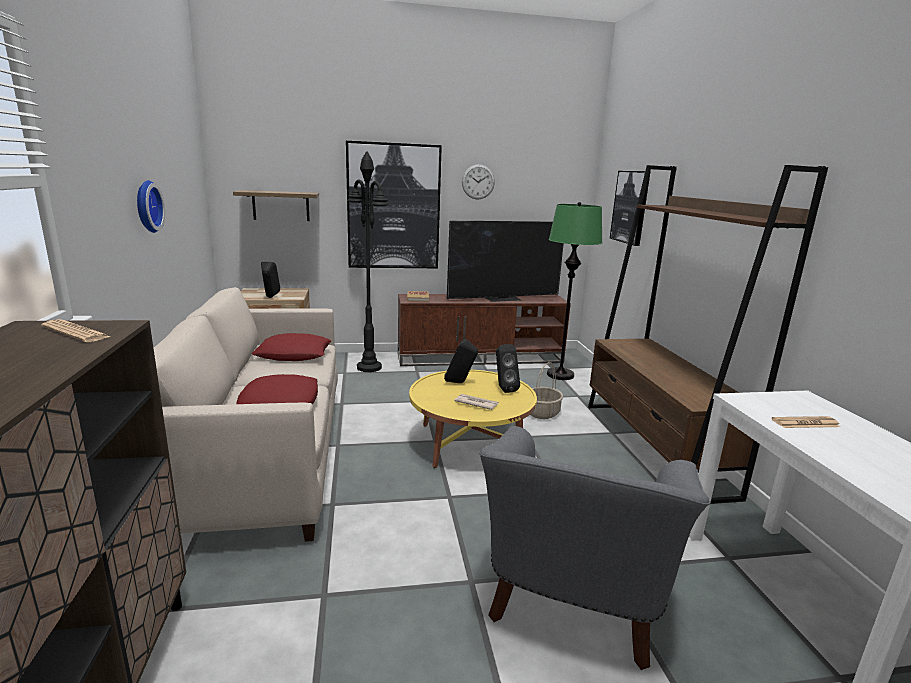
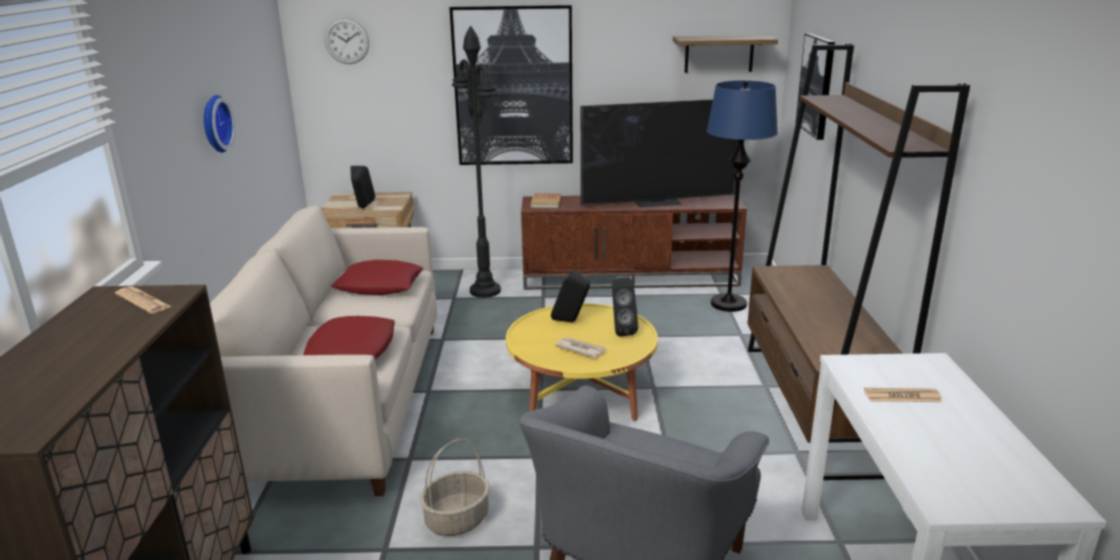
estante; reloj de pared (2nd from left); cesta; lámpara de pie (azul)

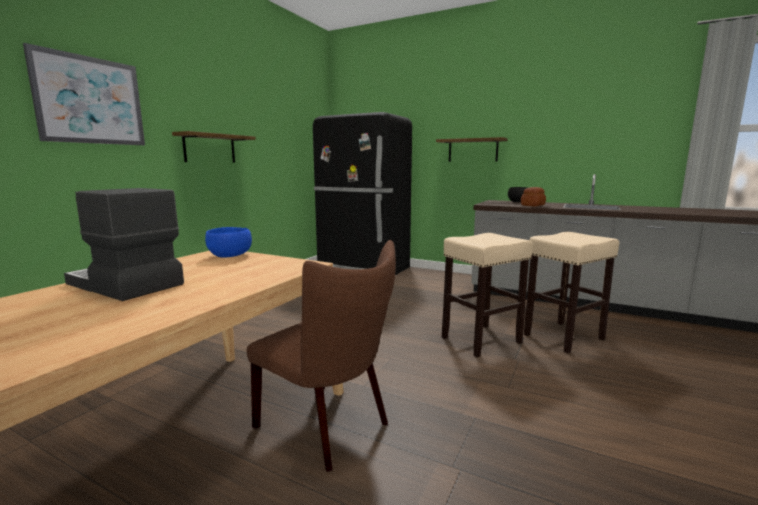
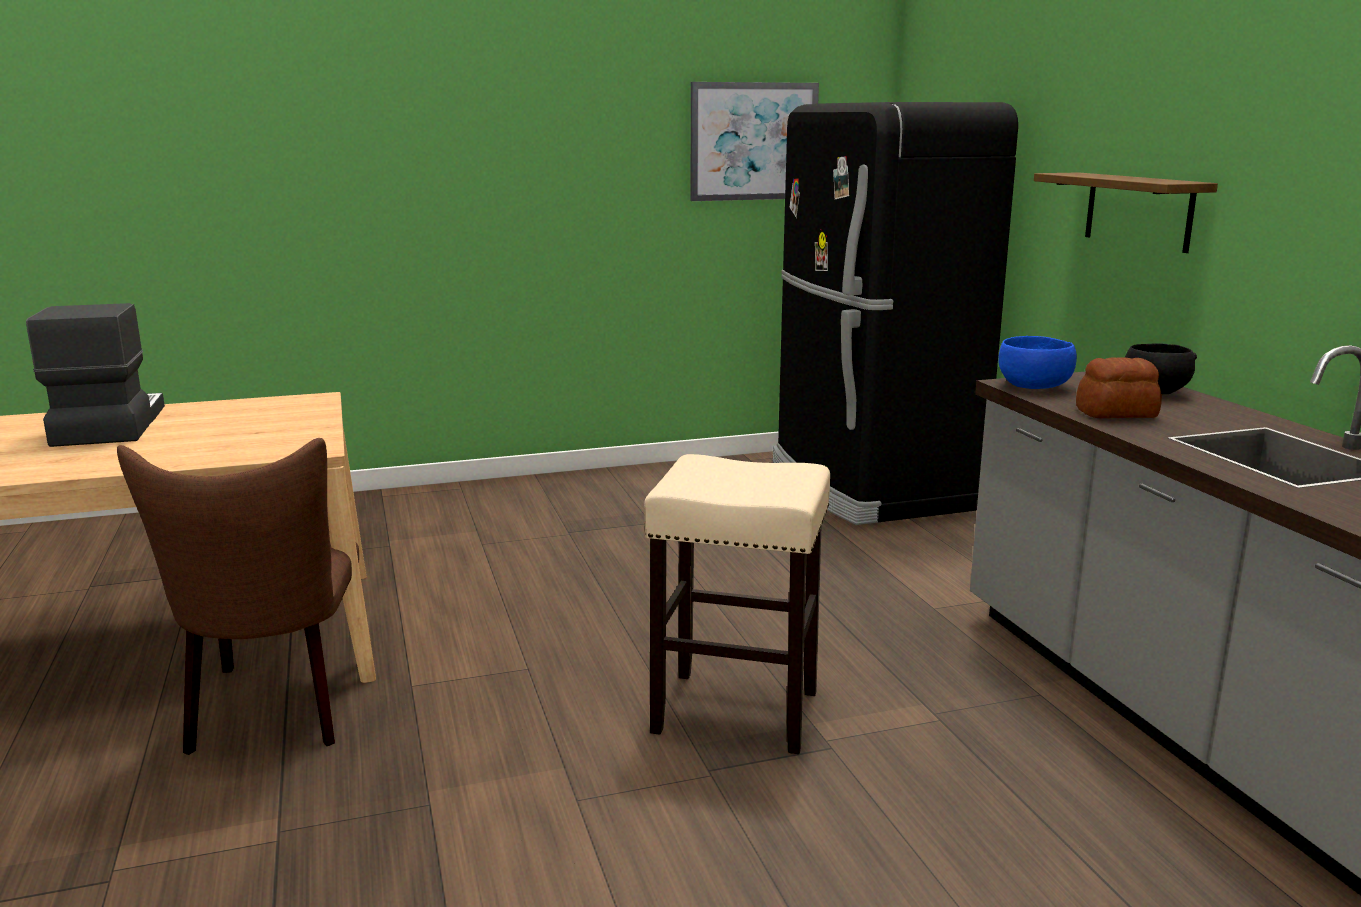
cuadro; estante (1st from left in the first image); cuenco (azul); taburete (beis) (2nd from left in the first image)

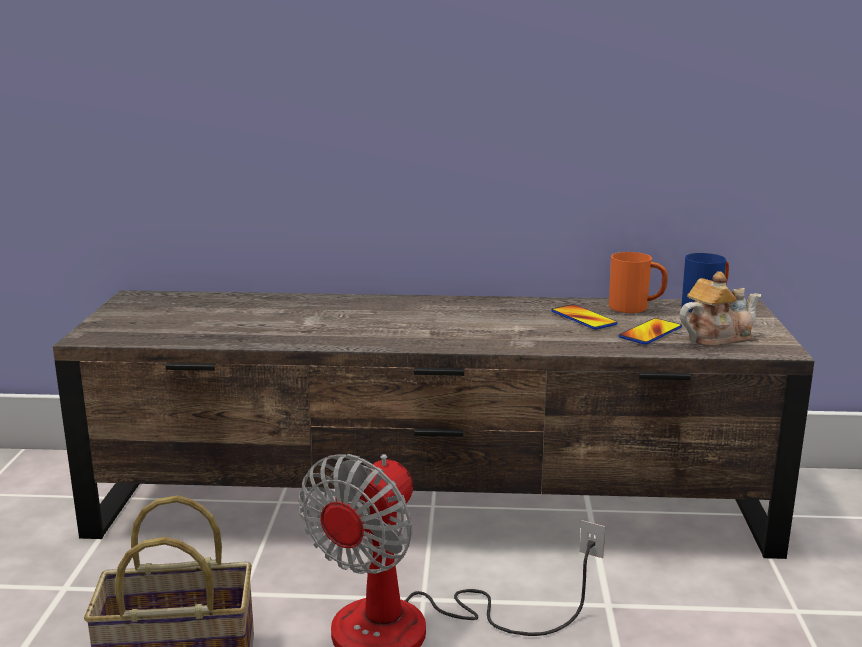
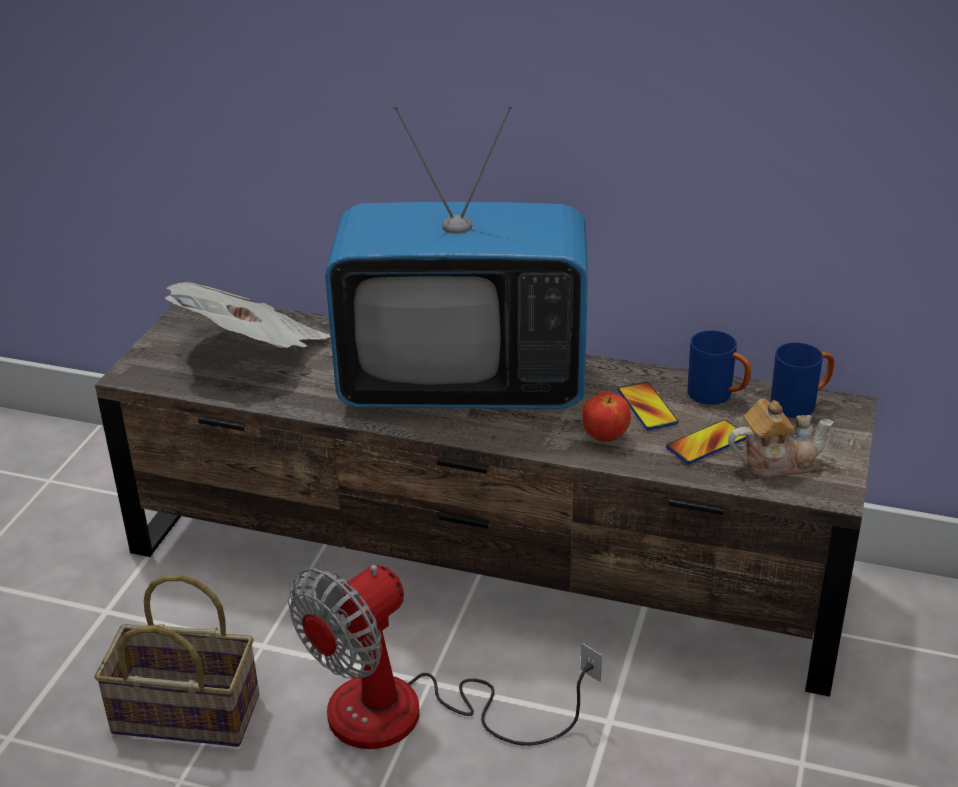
taza grande (azul) (1st from left); periódico; televisor; manzana

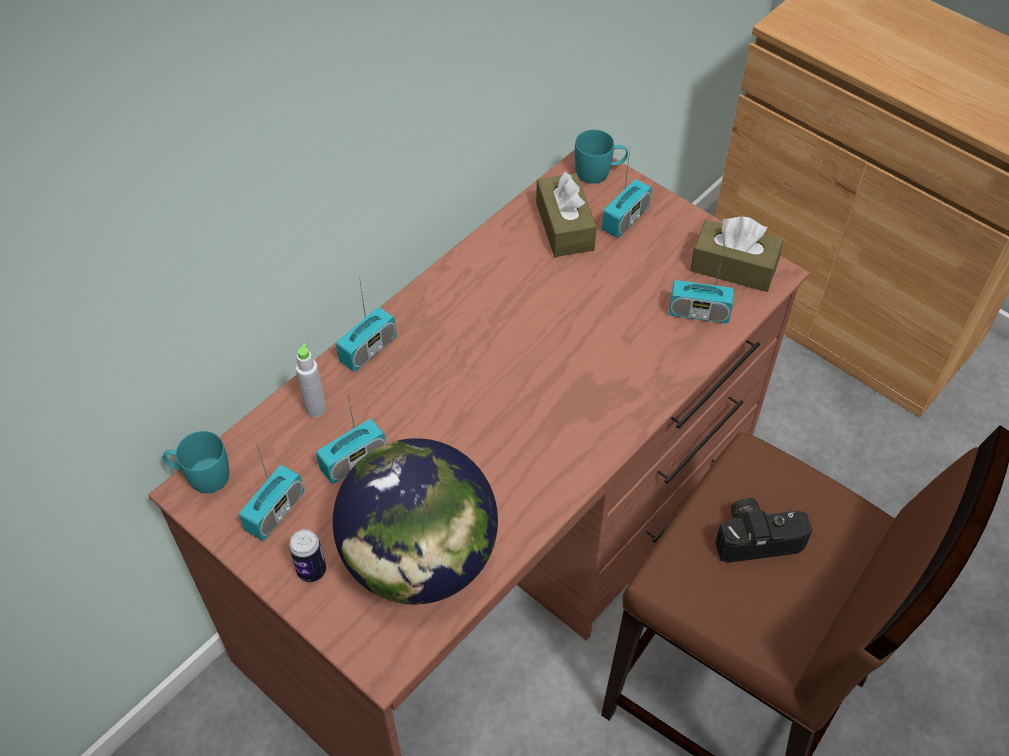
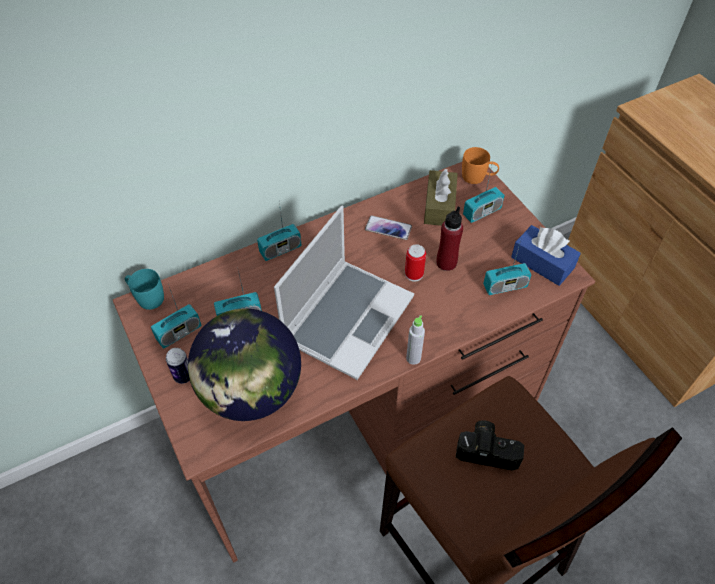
botella (gris); taza grande (naranja); radio (5th from left); caja de pañuelos (azul); portátil; móvil; lata (2nd from left); botella (rojo)

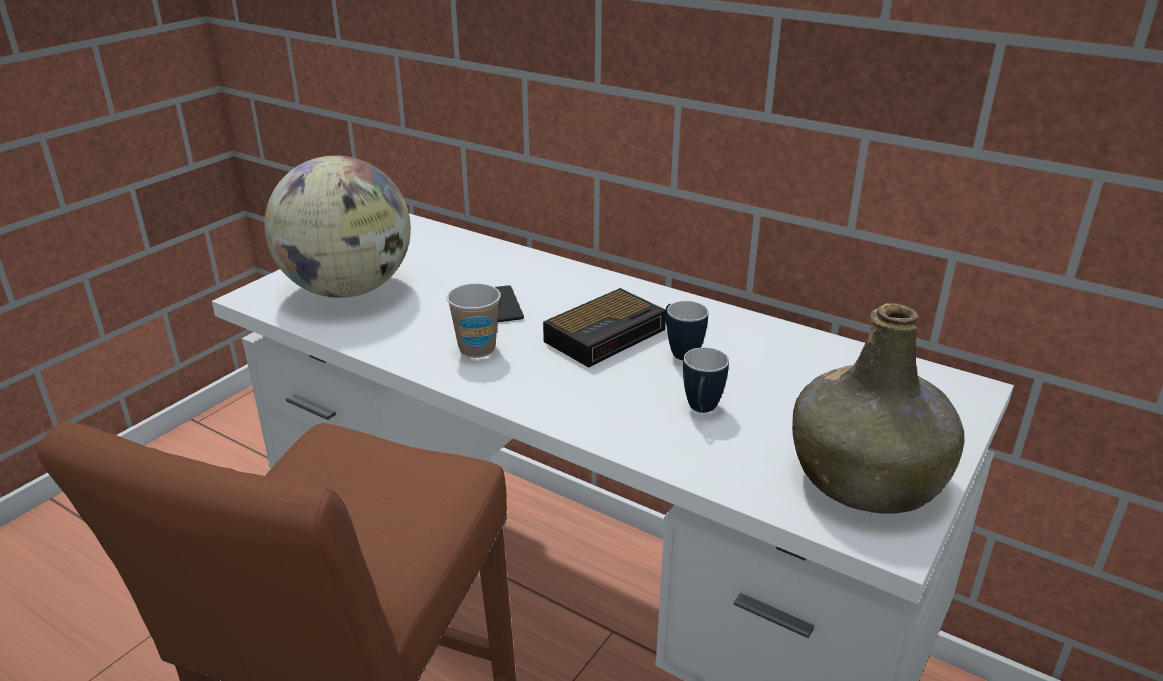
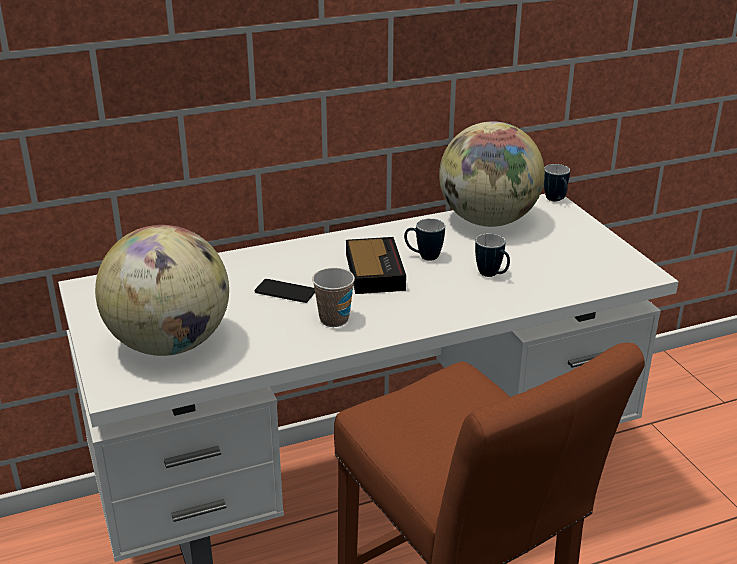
botella (verde); globo terráqueo (2nd from left); taza grande (3rd from left)

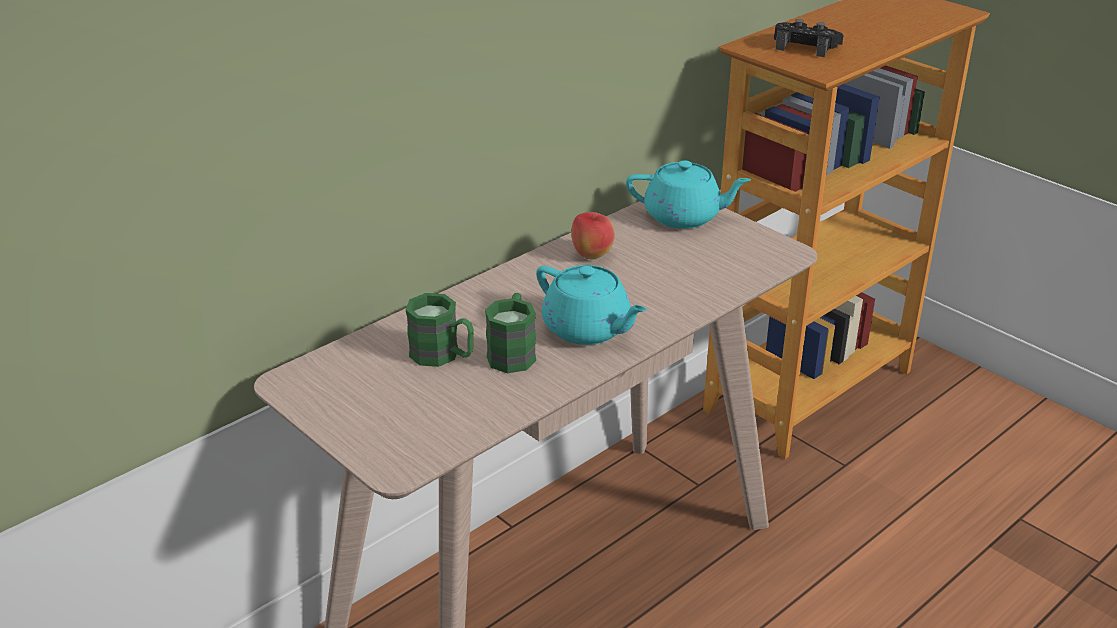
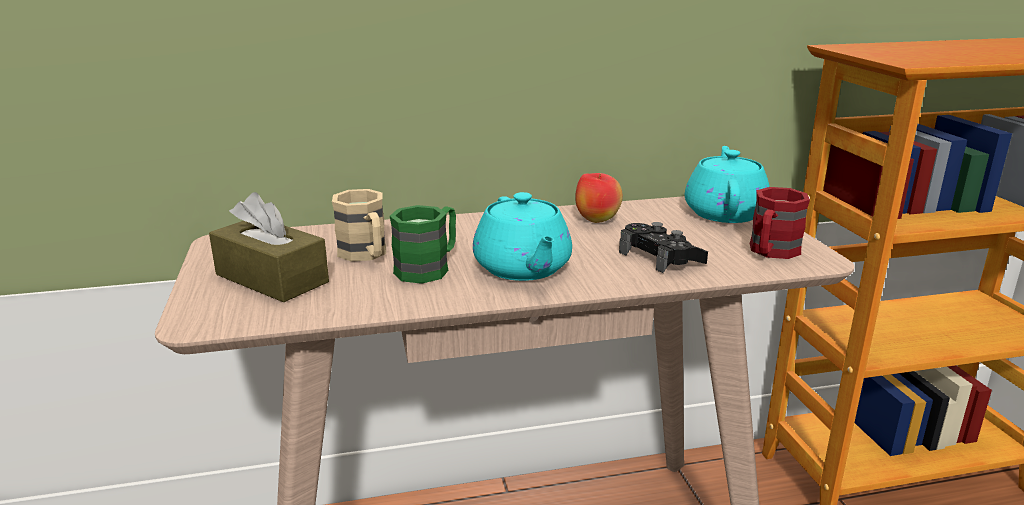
taza grande (beis); tetera (turquesa) (2nd from left); mando de consola (negro); caja de pañuelos (marrón); taza grande (rojo)

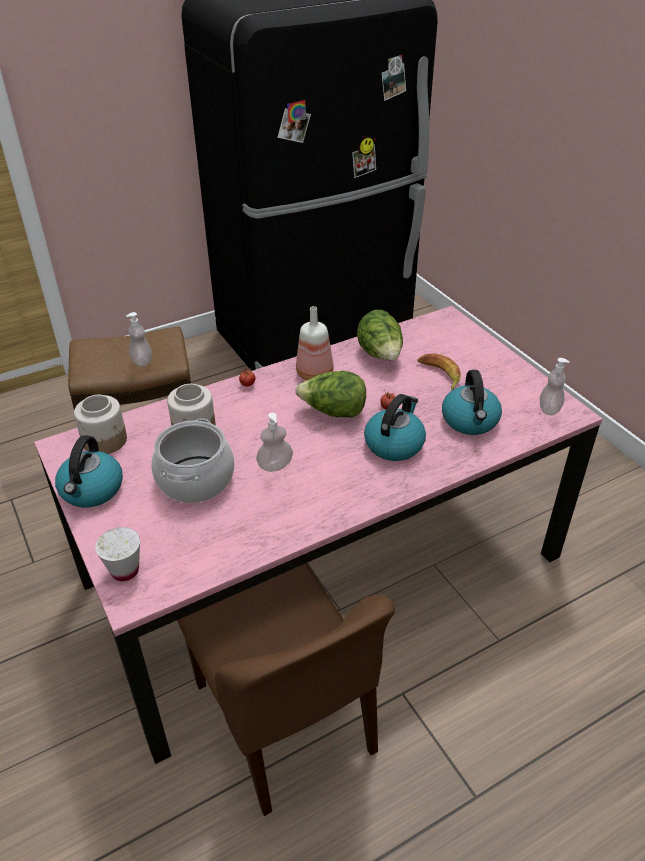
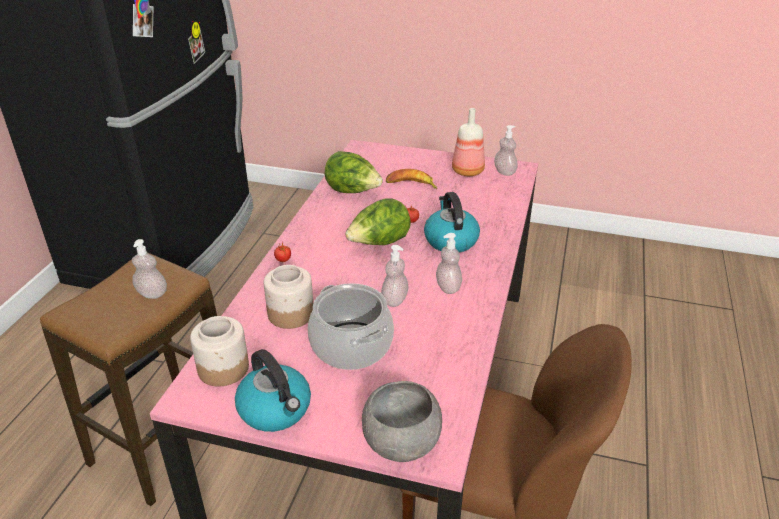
cuenco (gris); botella; hervidor (3rd from left in the first image); dispensador de jabón (3rd from left)

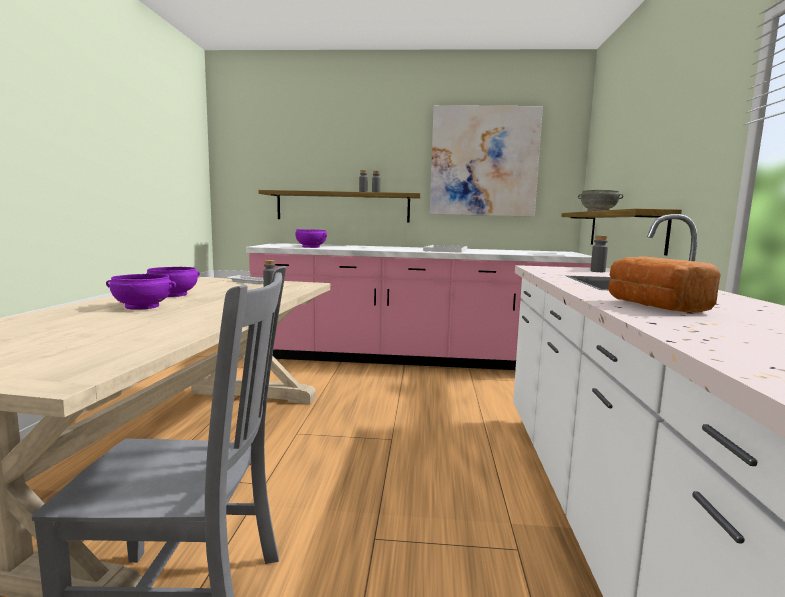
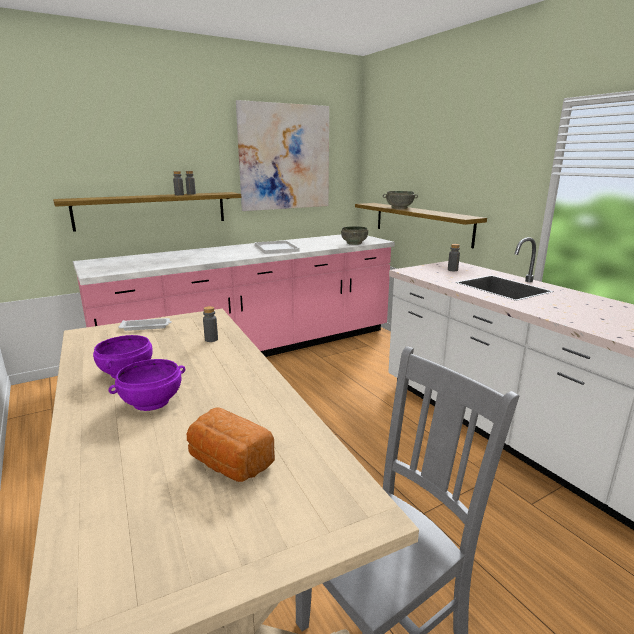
cuenco (morado) (3rd from left in the first image); pan; cuenco (gris) (1st from left)

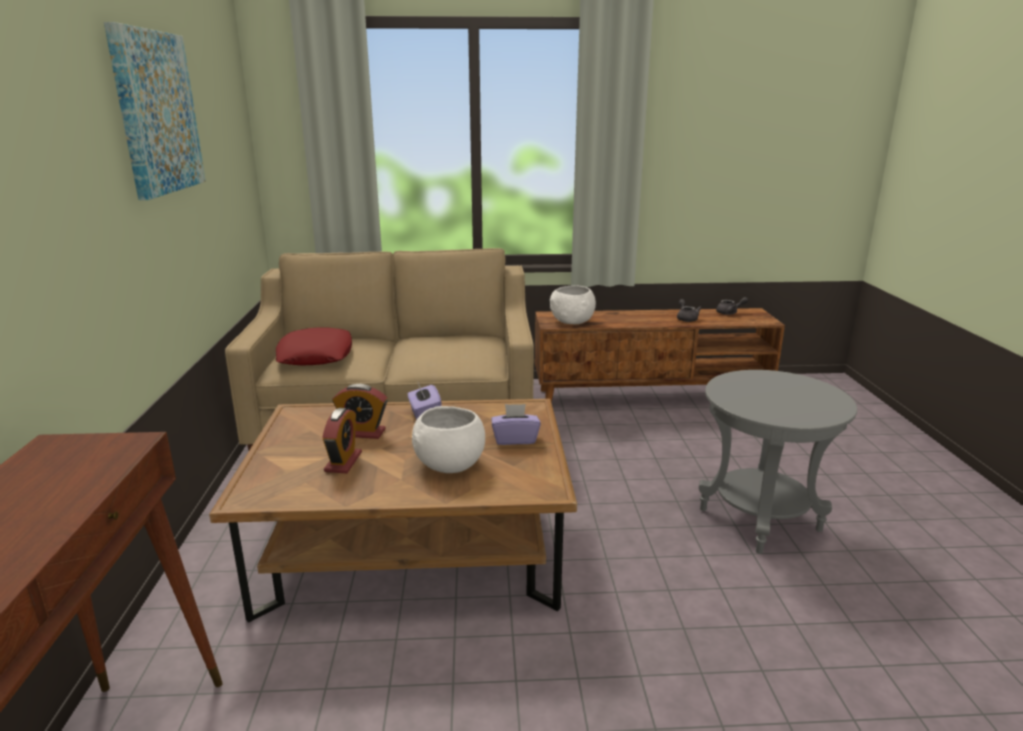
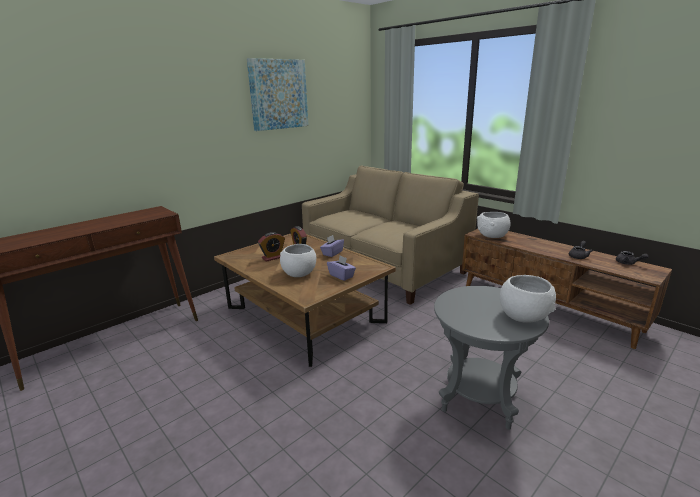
cojín (rojo); cuenco (blanco) (3rd from left)

